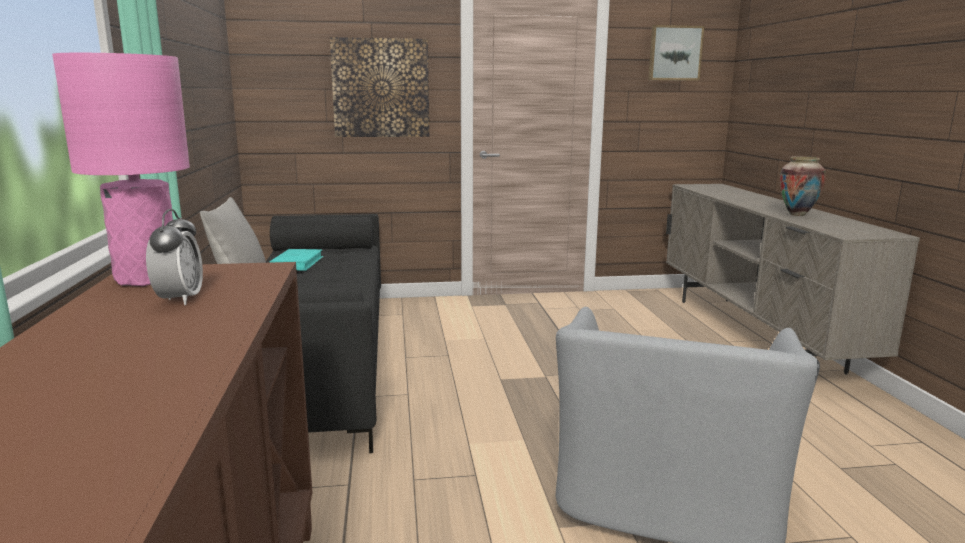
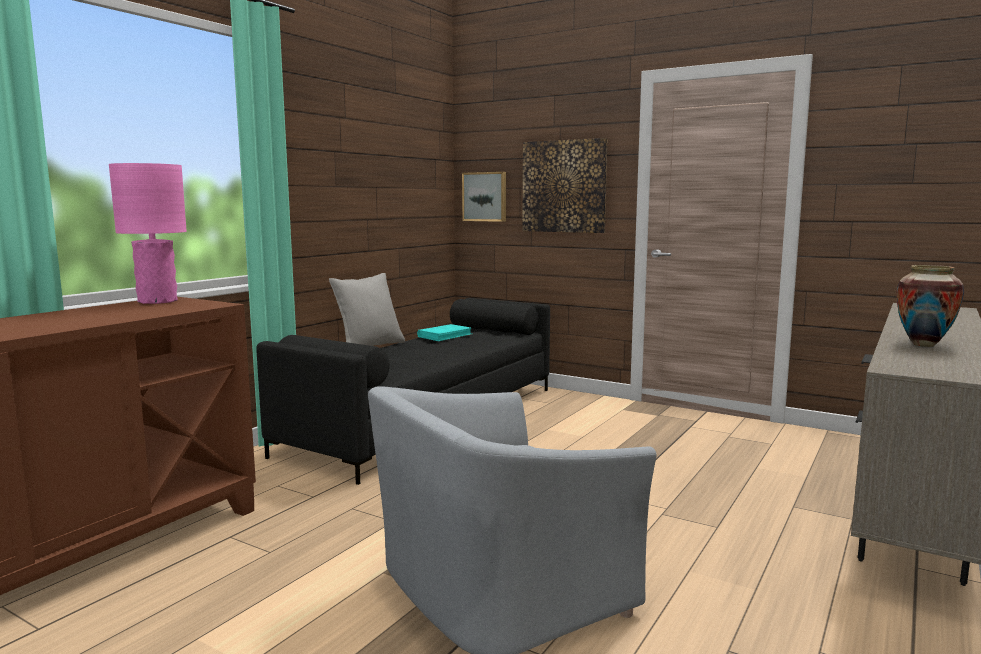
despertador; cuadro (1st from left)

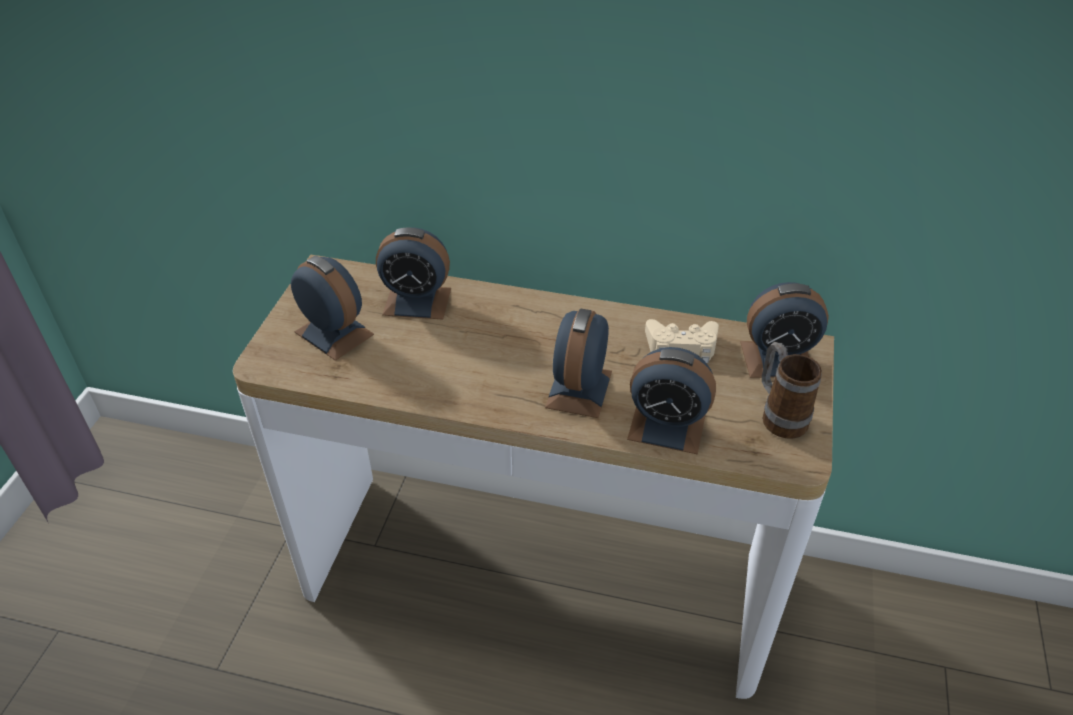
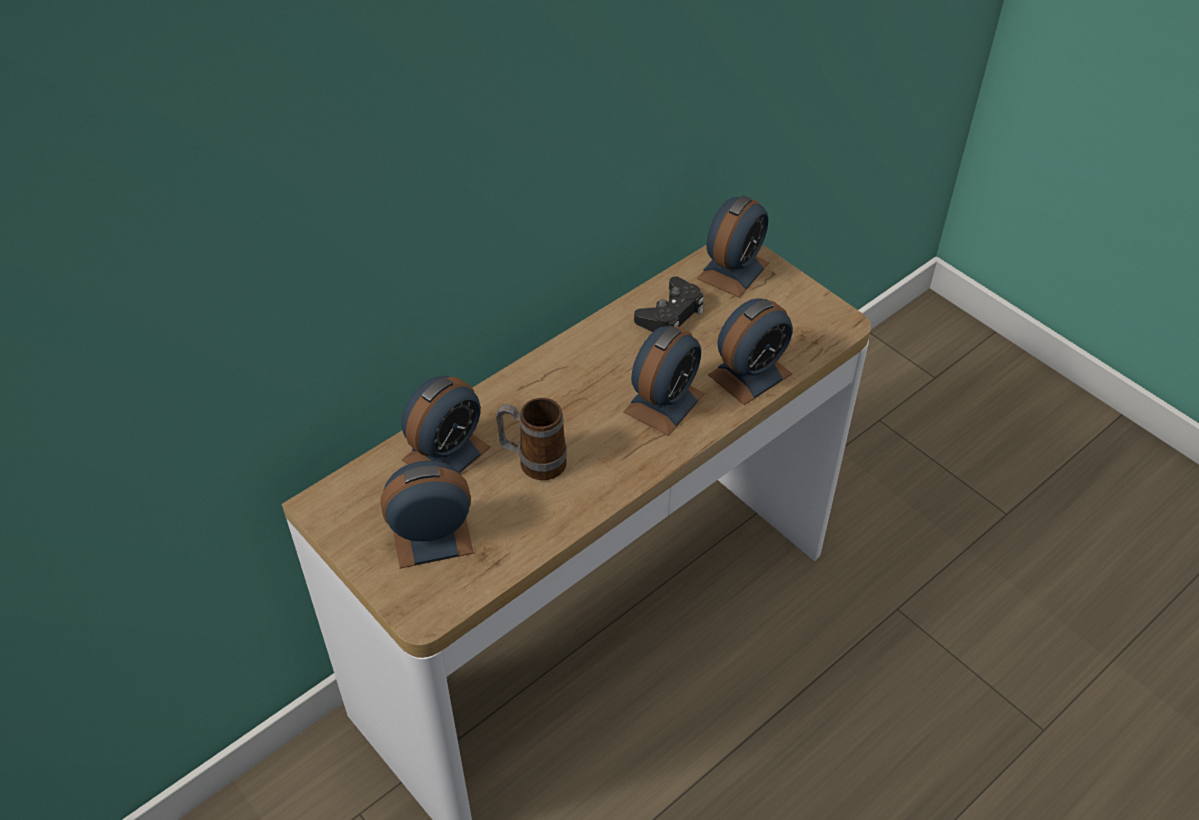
despertador (3rd from left); mando de consola (negro); taza grande

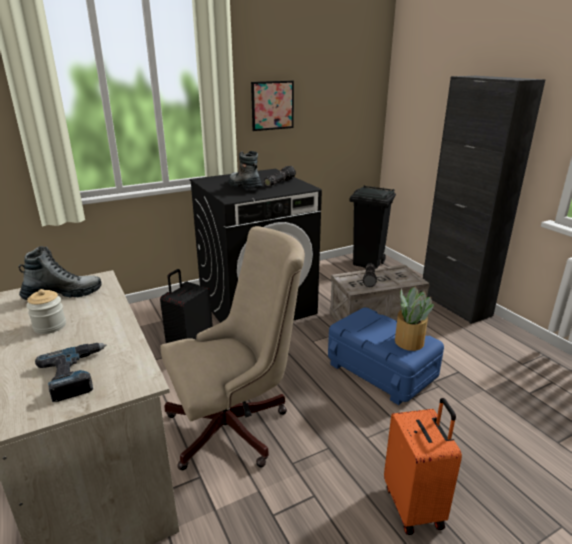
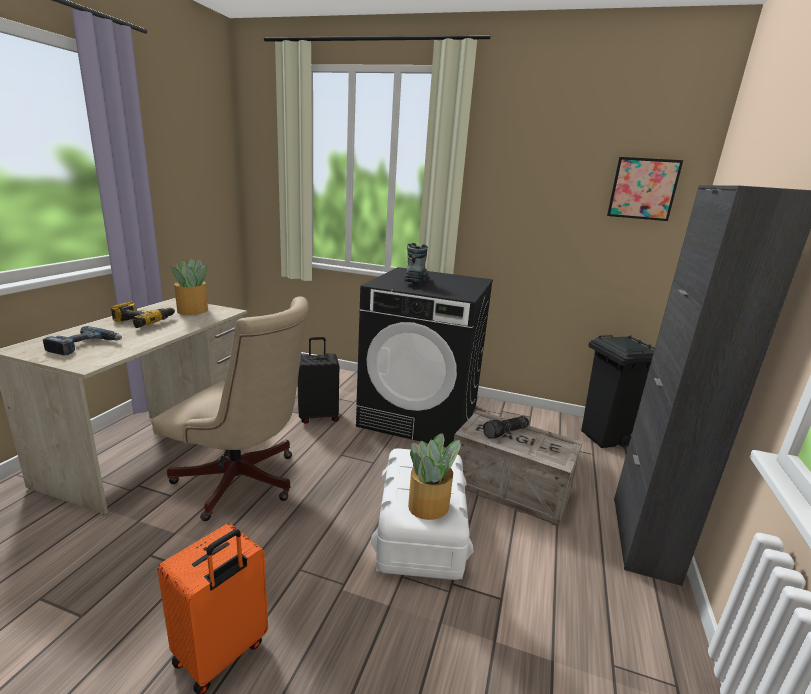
planta en maceta (1st from left); taladro (2nd from left); cuadro; linterna (1st from left in the first image); caja de almacenaje (blanco)

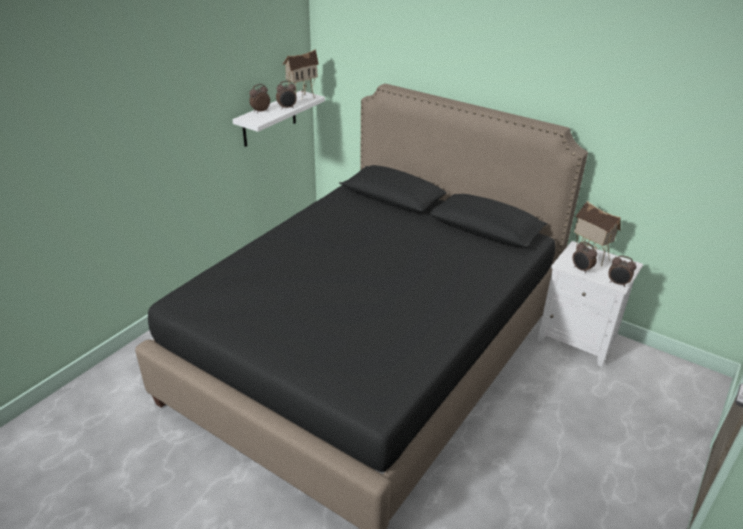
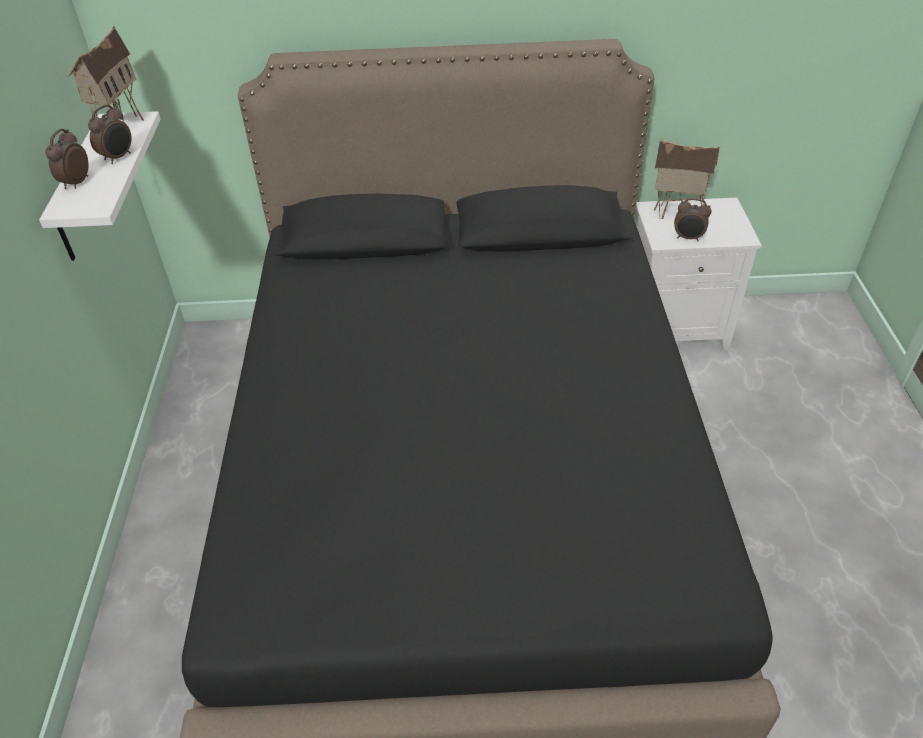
despertador (4th from left in the first image)

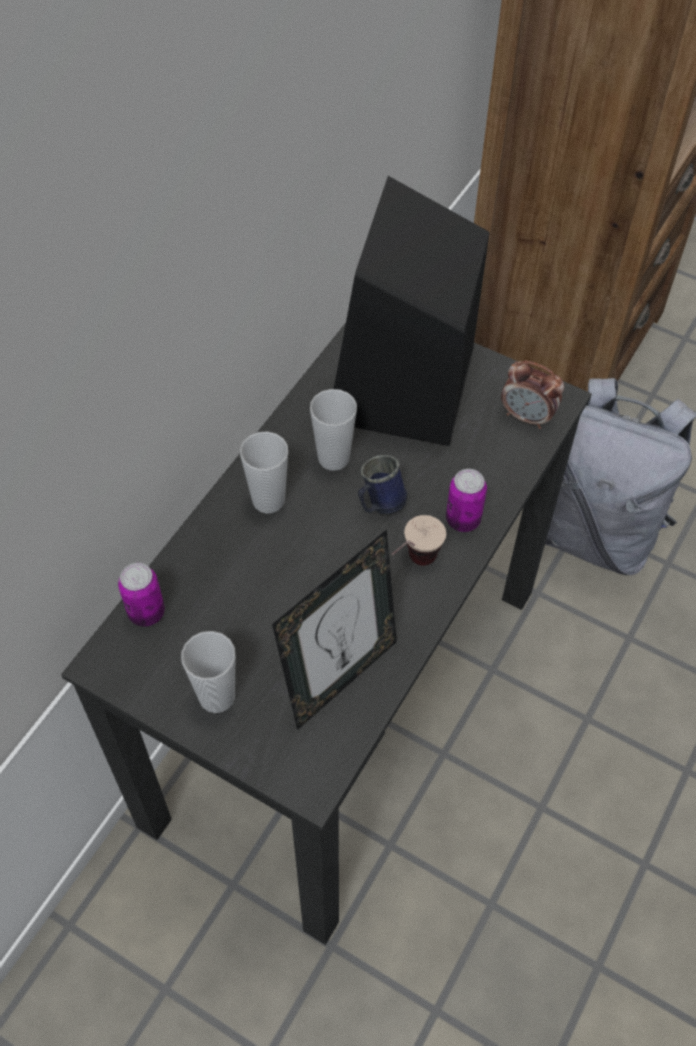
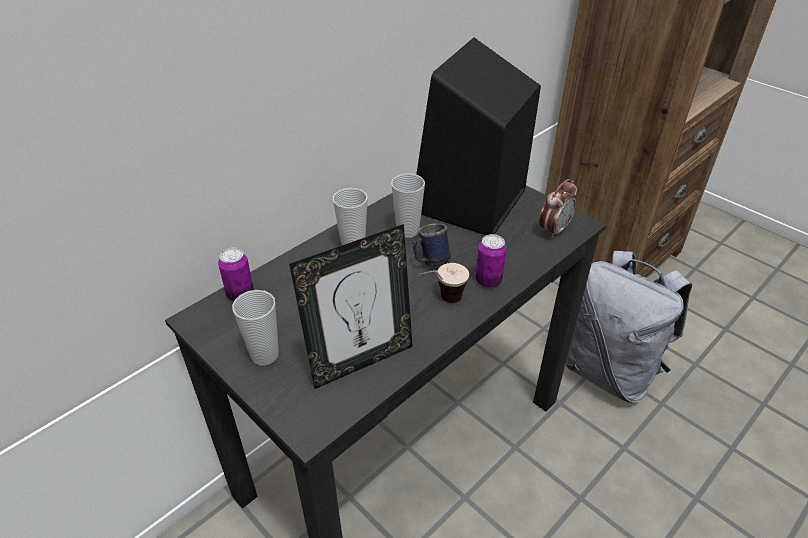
despertador

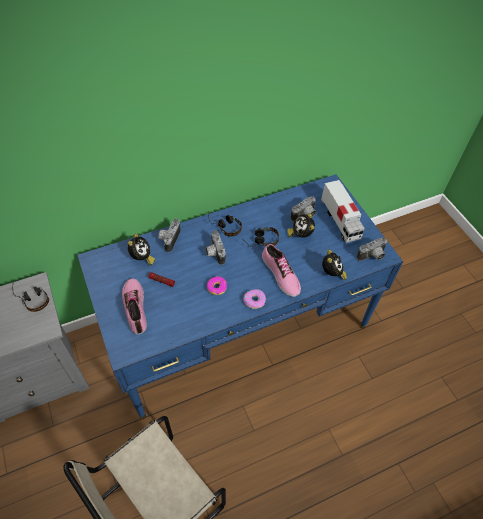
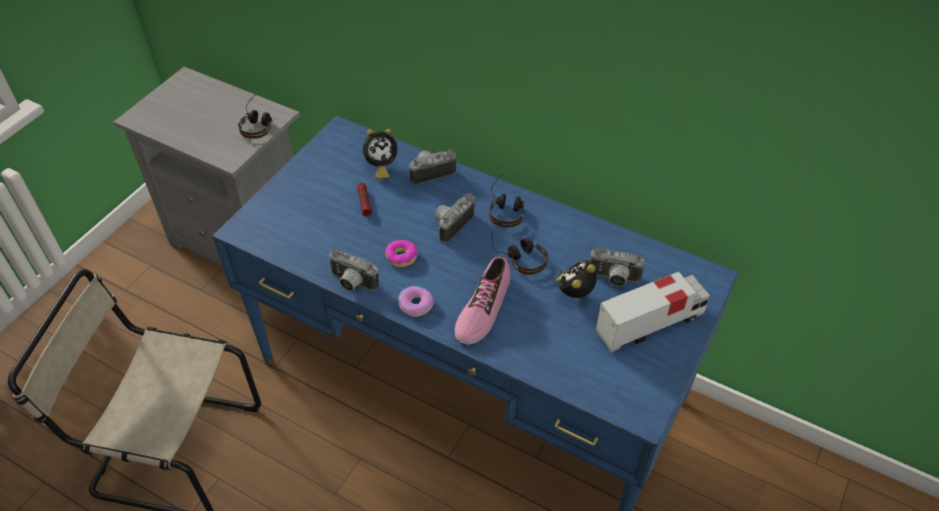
zapato (1st from left in the first image); camión de juguete; despertador (3rd from left in the first image); cámara (1st from left)

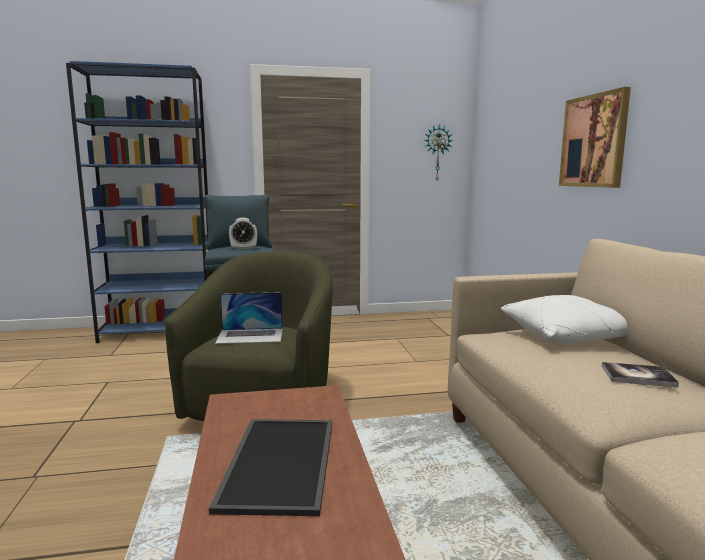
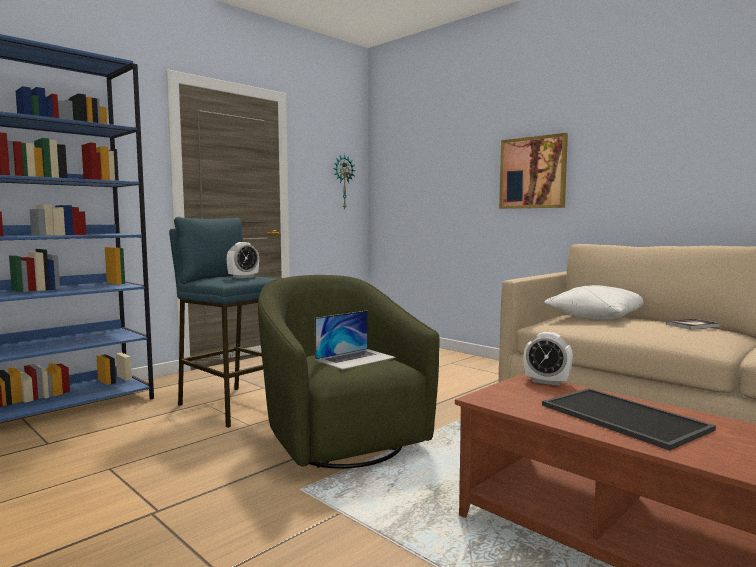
despertador (2nd from left)

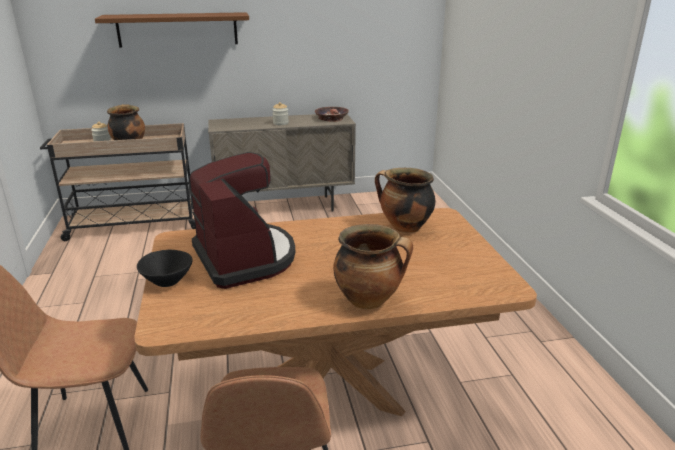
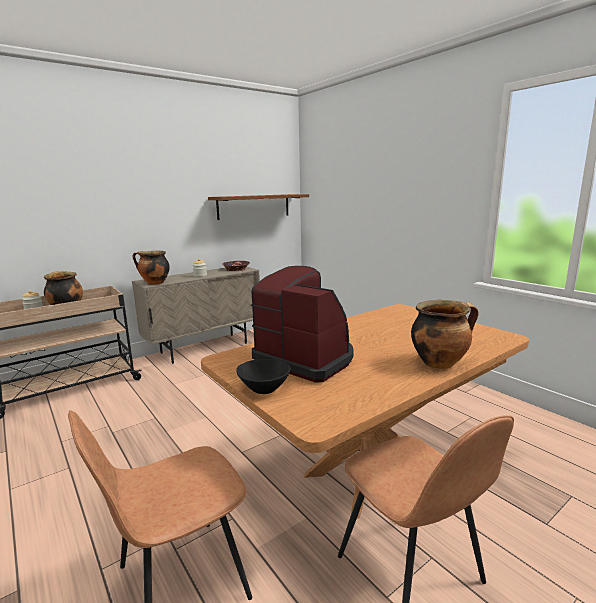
estante (marrón); olla (2nd from left)

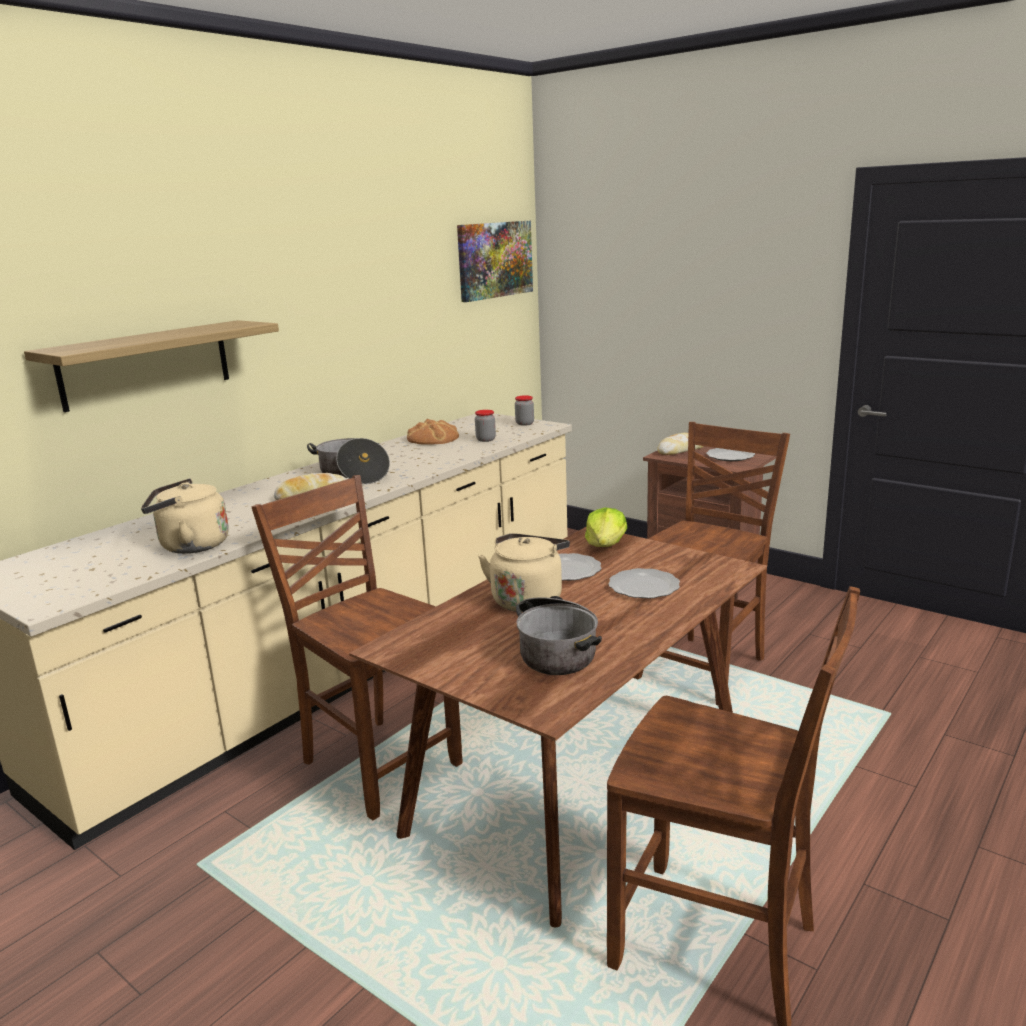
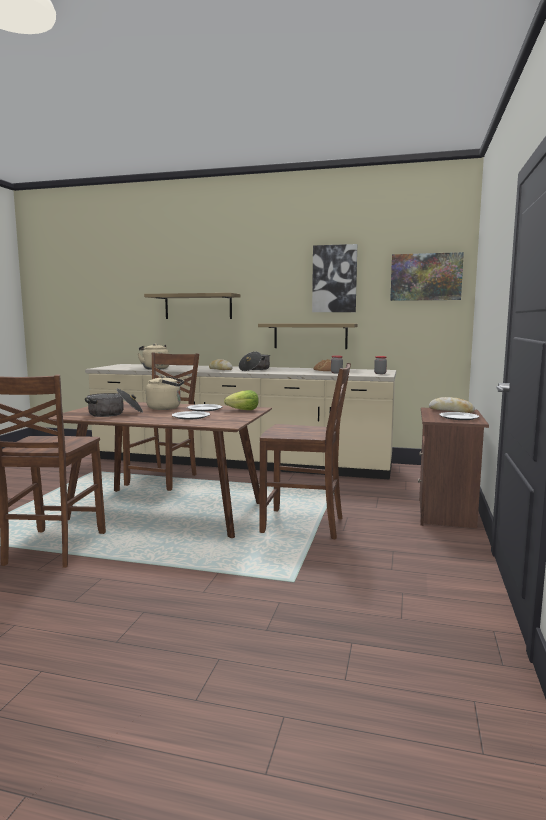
estante (2nd from left); cuadro (1st from left)

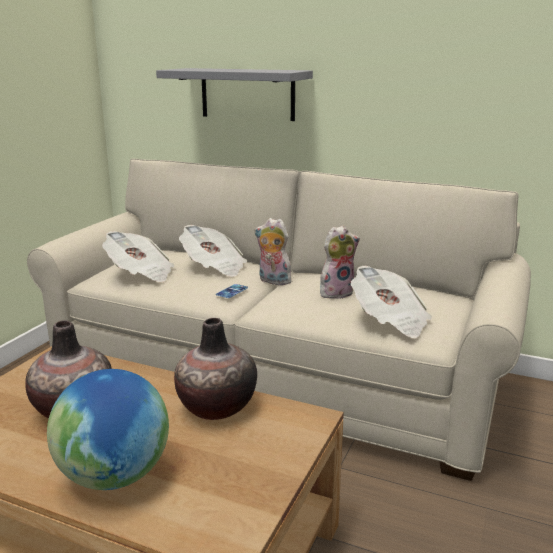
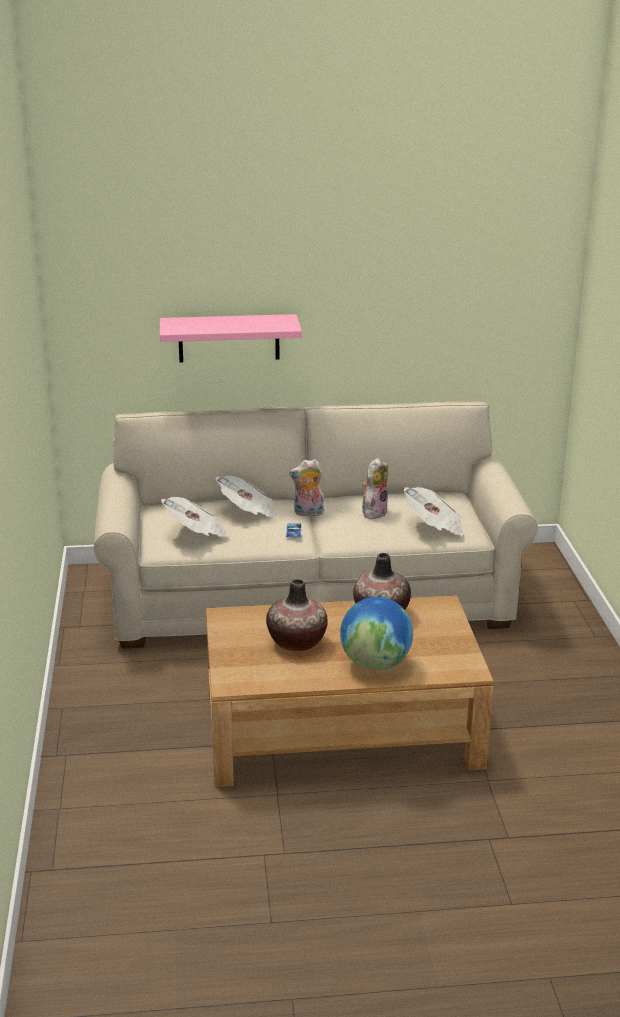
estante (rosa)

